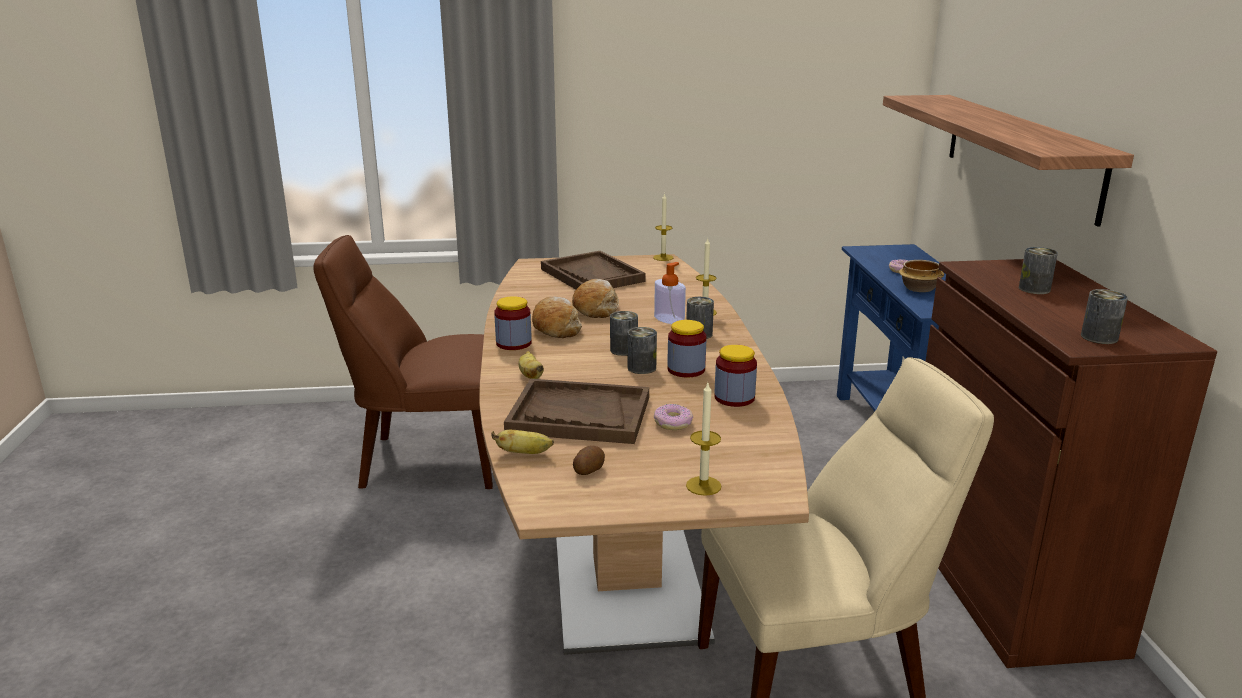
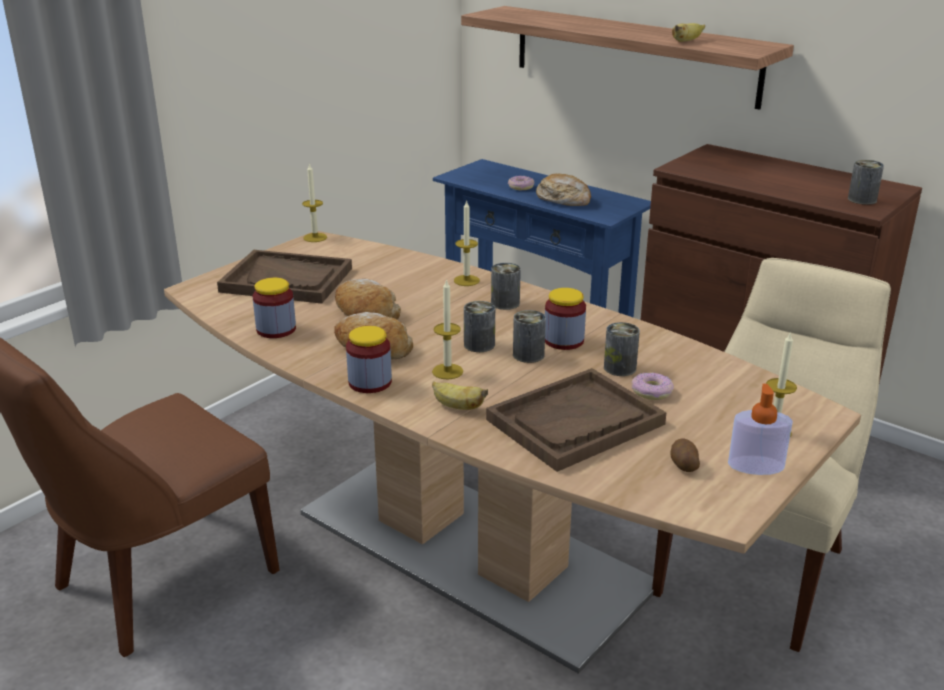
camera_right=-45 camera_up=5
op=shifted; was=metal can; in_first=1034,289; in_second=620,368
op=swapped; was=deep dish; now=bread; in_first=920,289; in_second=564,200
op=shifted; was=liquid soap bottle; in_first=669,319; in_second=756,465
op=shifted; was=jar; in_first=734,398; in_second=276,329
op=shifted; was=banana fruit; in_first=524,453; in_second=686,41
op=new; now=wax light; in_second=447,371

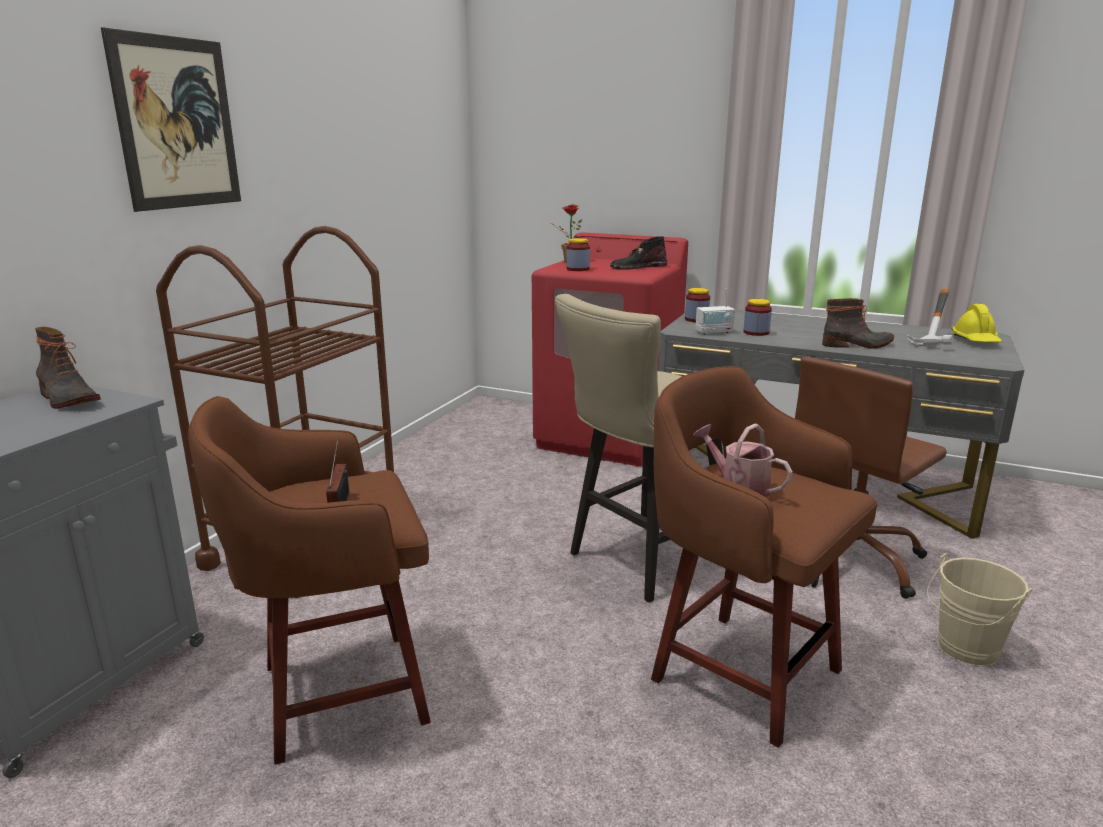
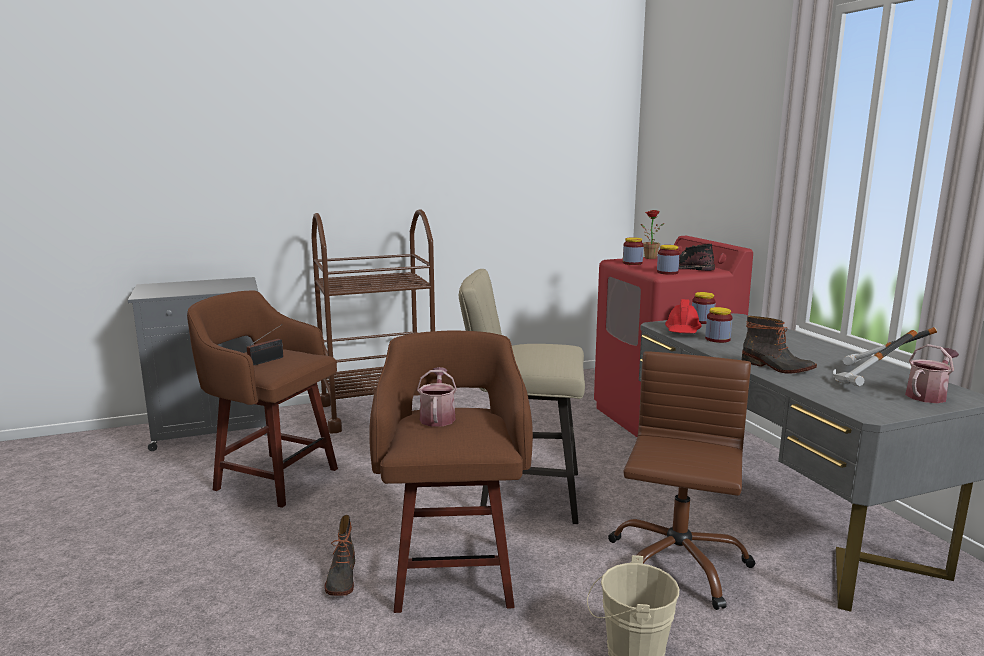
camera_right=45 camera_up=-5
op=gone; was=wall picture; in_first=177,123
op=swapped; was=radio receiver; now=work helmet (red); in_first=714,332; in_second=682,331
op=swapped; was=work helmet (yellow-coloured); now=watering can; in_first=975,340; in_second=928,395
op=shifted; was=tall boot; in_first=67,399; in_second=341,578
op=rotated; was=desk chair (brown-coloured); in_first=850,560; in_second=676,564; clockwise=105
op=new; now=jar; in_second=667,272
op=new; now=hammer; in_second=879,372

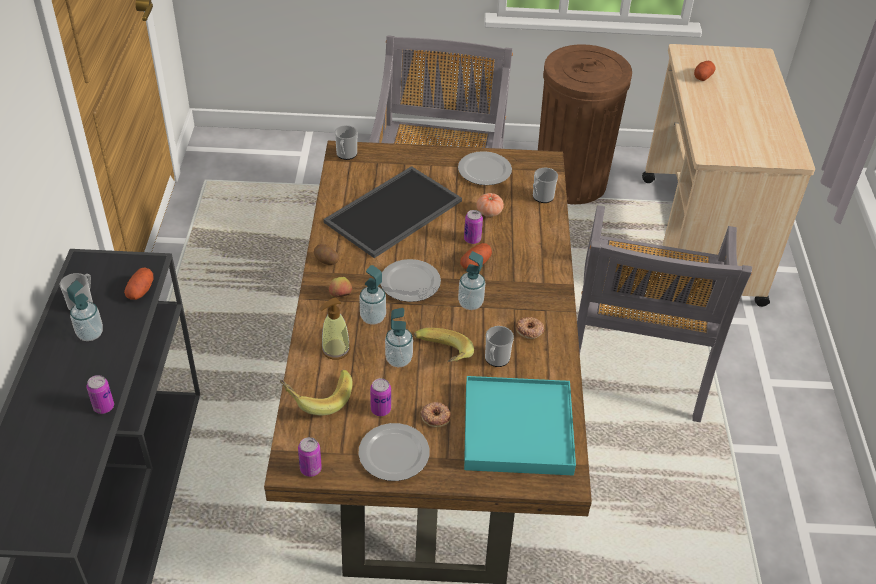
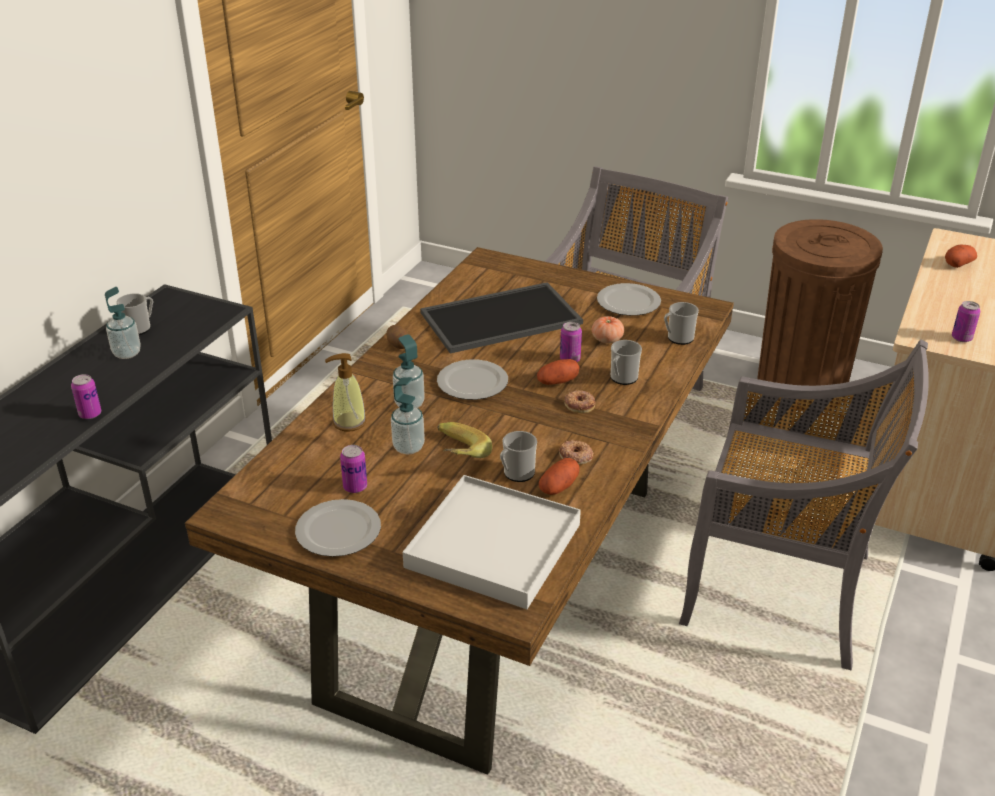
camera_right=25 camera_up=-10
op=shifted; was=coffee mug; in_first=346,155; in_second=622,379
op=rotated; was=plain chair (grey); in_first=635,365; in_second=781,590; clockwise=-105
op=gone; was=liquid soap bottle; in_first=470,303
op=shifted; was=whole potato; in_first=140,291; in_second=559,487
op=gone; was=apple; in_first=340,296
op=gone; was=banana fruit; in_first=317,398
op=repainted; was=carrying tray (turquoise); now=carrying tray (white-coloured); in_first=517,429; in_second=493,546
op=shifted; was=ring doughnut; in_first=435,416; in_second=579,404
op=shifted; was=metal can; in_first=310,469; in_second=961,338

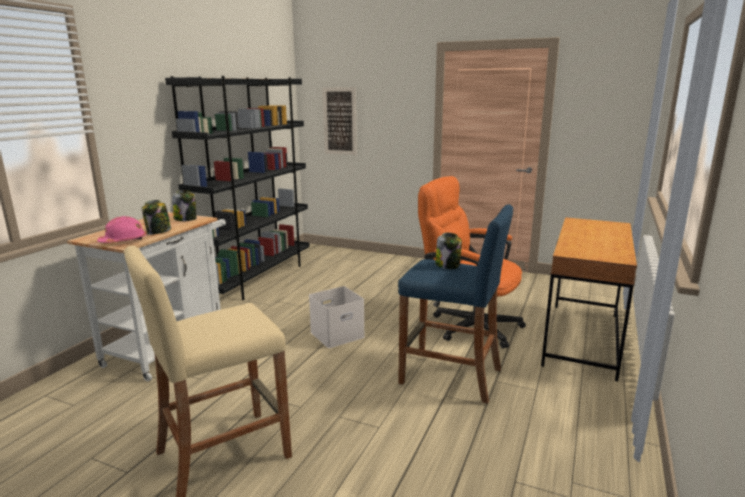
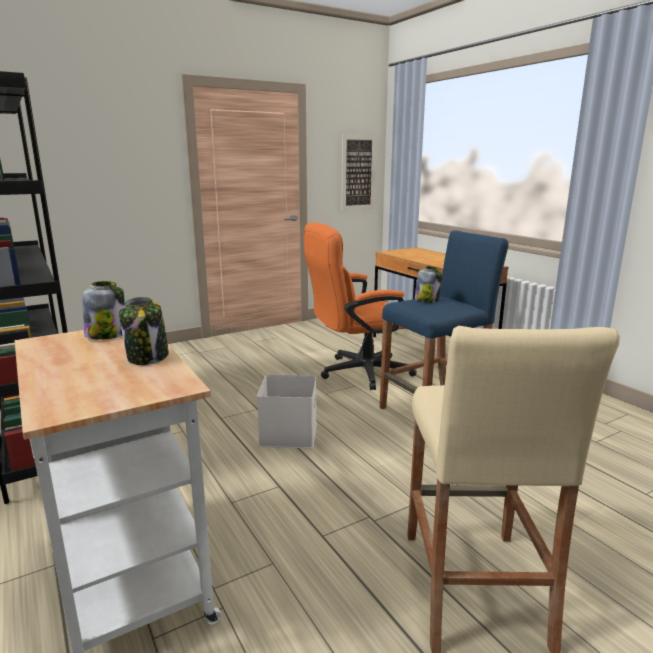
camera_right=-55 camera_up=0
op=shifted; was=wall picture; in_first=339,121; in_second=358,173
op=gone; was=work helmet (pink); in_first=123,241

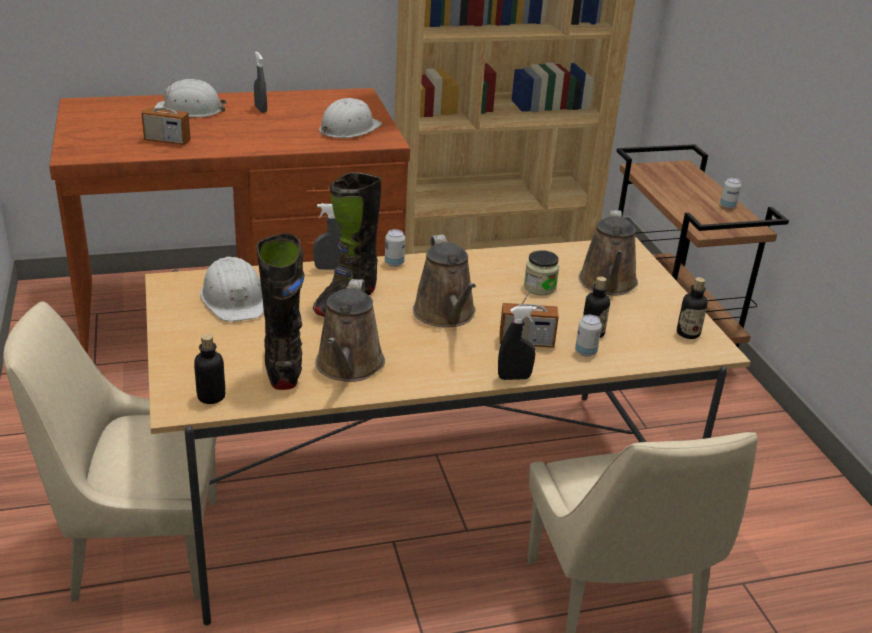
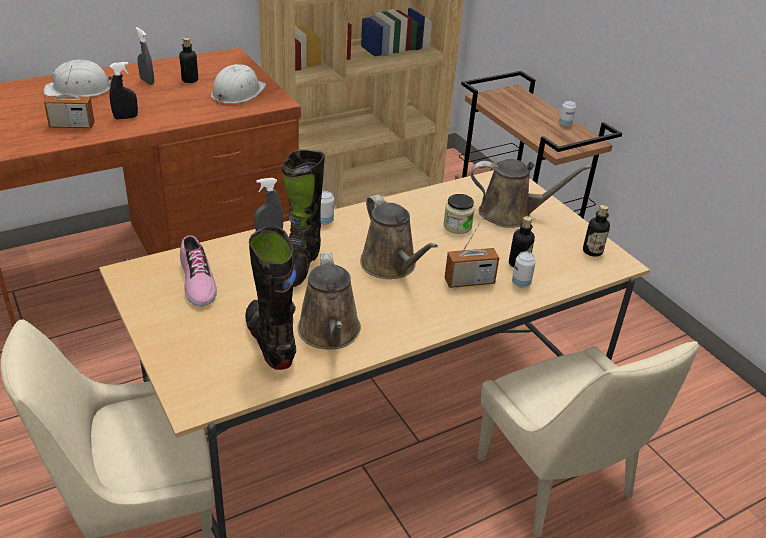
camera_right=-15 camera_up=5
op=rotated; was=watering can (brown-coloured); in_first=608,284; in_second=510,214; clockwise=-75
op=swapped; was=work helmet (white-coloured); now=item of footwear; in_first=234,299; in_second=196,281
op=shifted; was=sprayer (blackish); in_first=514,377; in_second=126,117
op=shifted; was=drink bottle; in_first=211,397; in_second=190,80

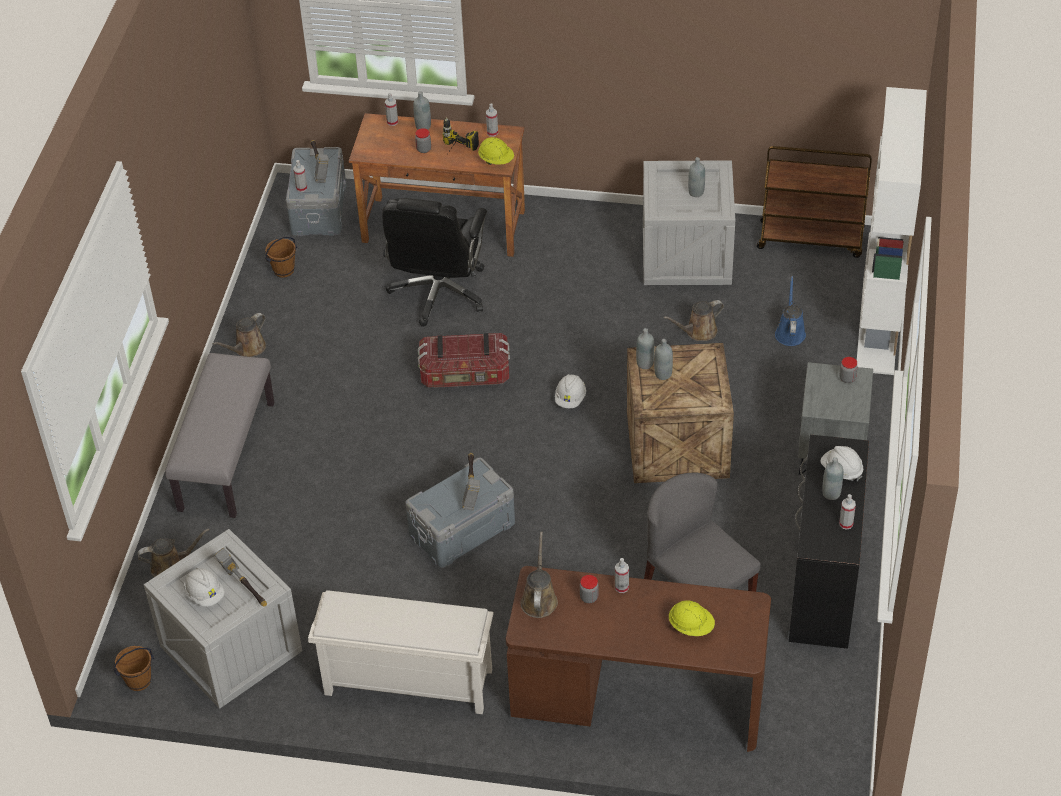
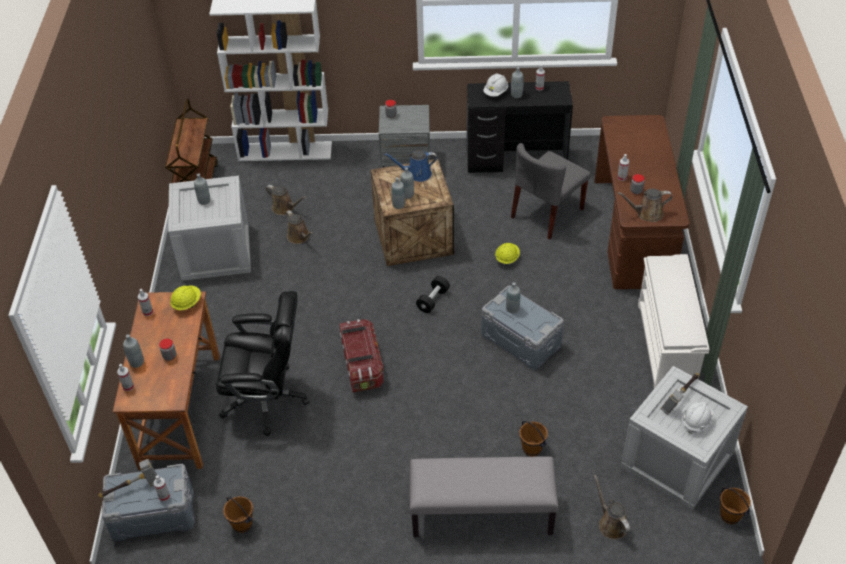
camera_right=-100 camera_up=0
op=gone; was=electric drill; in_first=455,153
op=shifted; was=watering can (blue-coloured); in_first=790,332; in_second=416,174
op=shifted; was=watering can (brown-coloured); in_first=248,349; in_second=284,208
op=gone; was=work helmet (white-coloured); in_first=570,398
op=swapped; was=hammer; now=drink bottle (grey); in_first=471,487; in_second=512,309
op=shifted; was=work helmet (yellow-coloured); in_first=691,627; in_second=507,258
op=new; now=hand weight (blackish); in_second=433,300
op=new; now=water bucket (brown-coloured); in_second=531,449

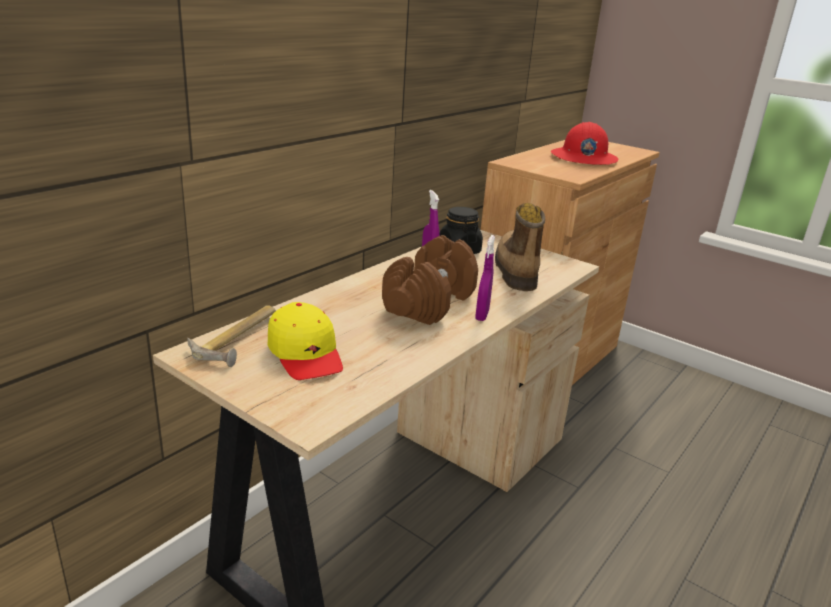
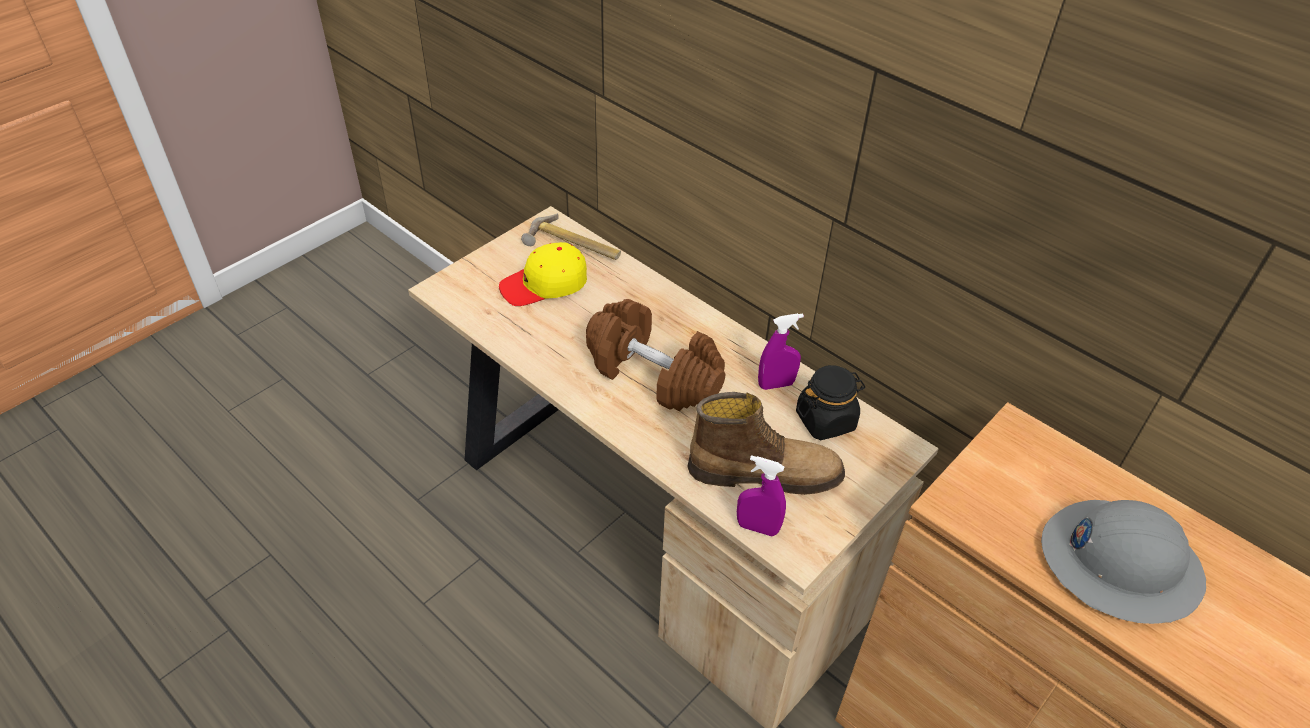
camera_right=95 camera_up=20
op=repainted; was=work helmet (red); now=work helmet (grey); in_first=583,158; in_second=1119,562
op=shifted; was=sprayer (purple); in_first=482,315; in_second=757,528

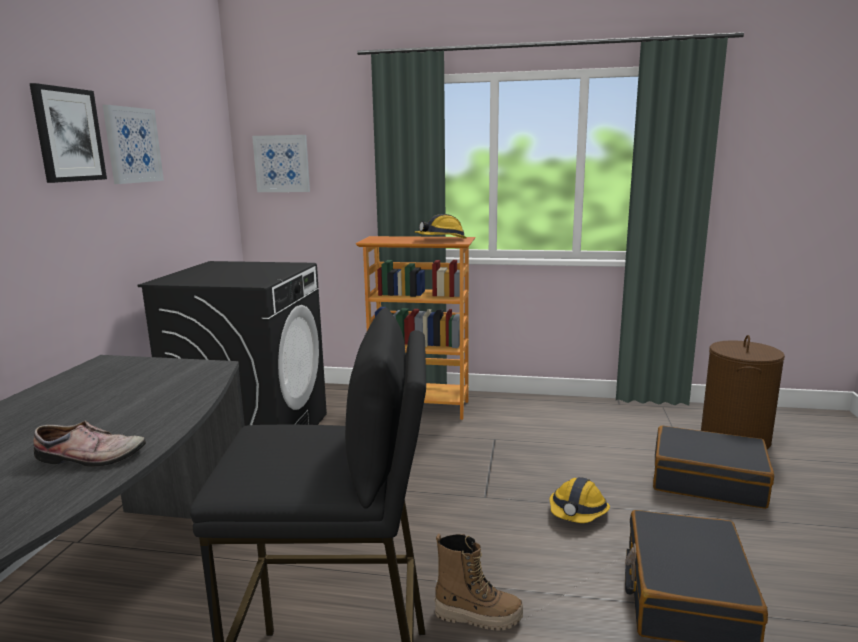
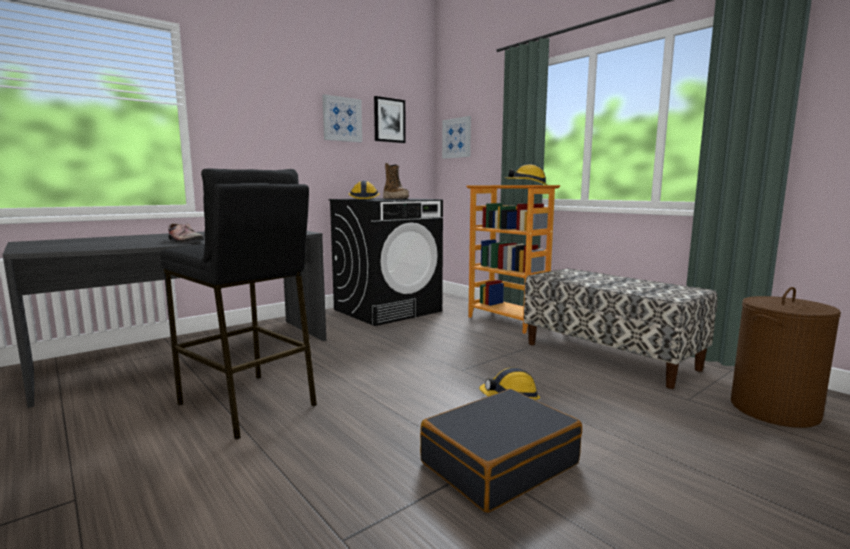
camera_right=40 camera_up=-5
op=shifted; was=wall picture; in_first=68,135; in_second=389,120
op=gone; was=piece of luggage (blackish); in_first=707,480
op=shifted; was=tall boot; in_first=478,615; in_second=395,198
op=new; now=work helmet; in_second=364,198
op=new; now=long seat; in_second=609,356

